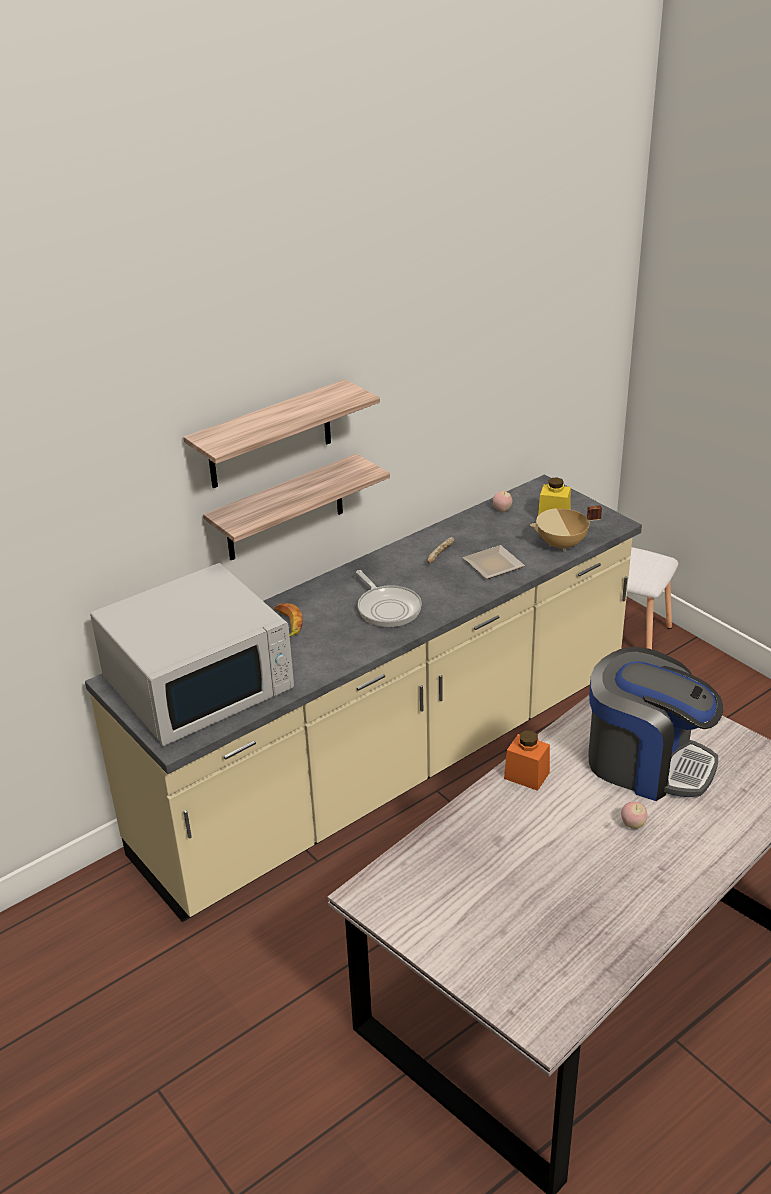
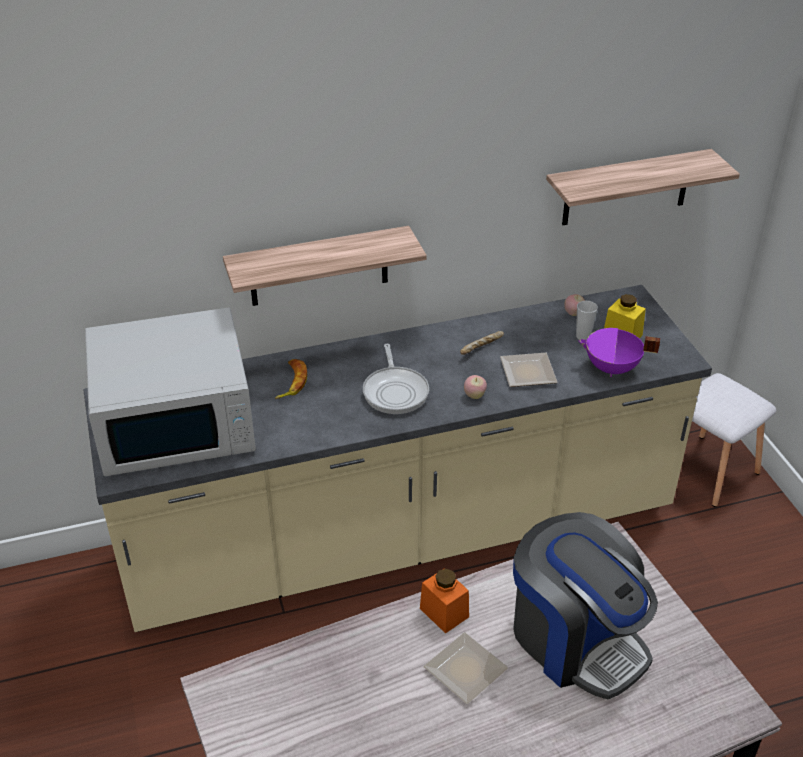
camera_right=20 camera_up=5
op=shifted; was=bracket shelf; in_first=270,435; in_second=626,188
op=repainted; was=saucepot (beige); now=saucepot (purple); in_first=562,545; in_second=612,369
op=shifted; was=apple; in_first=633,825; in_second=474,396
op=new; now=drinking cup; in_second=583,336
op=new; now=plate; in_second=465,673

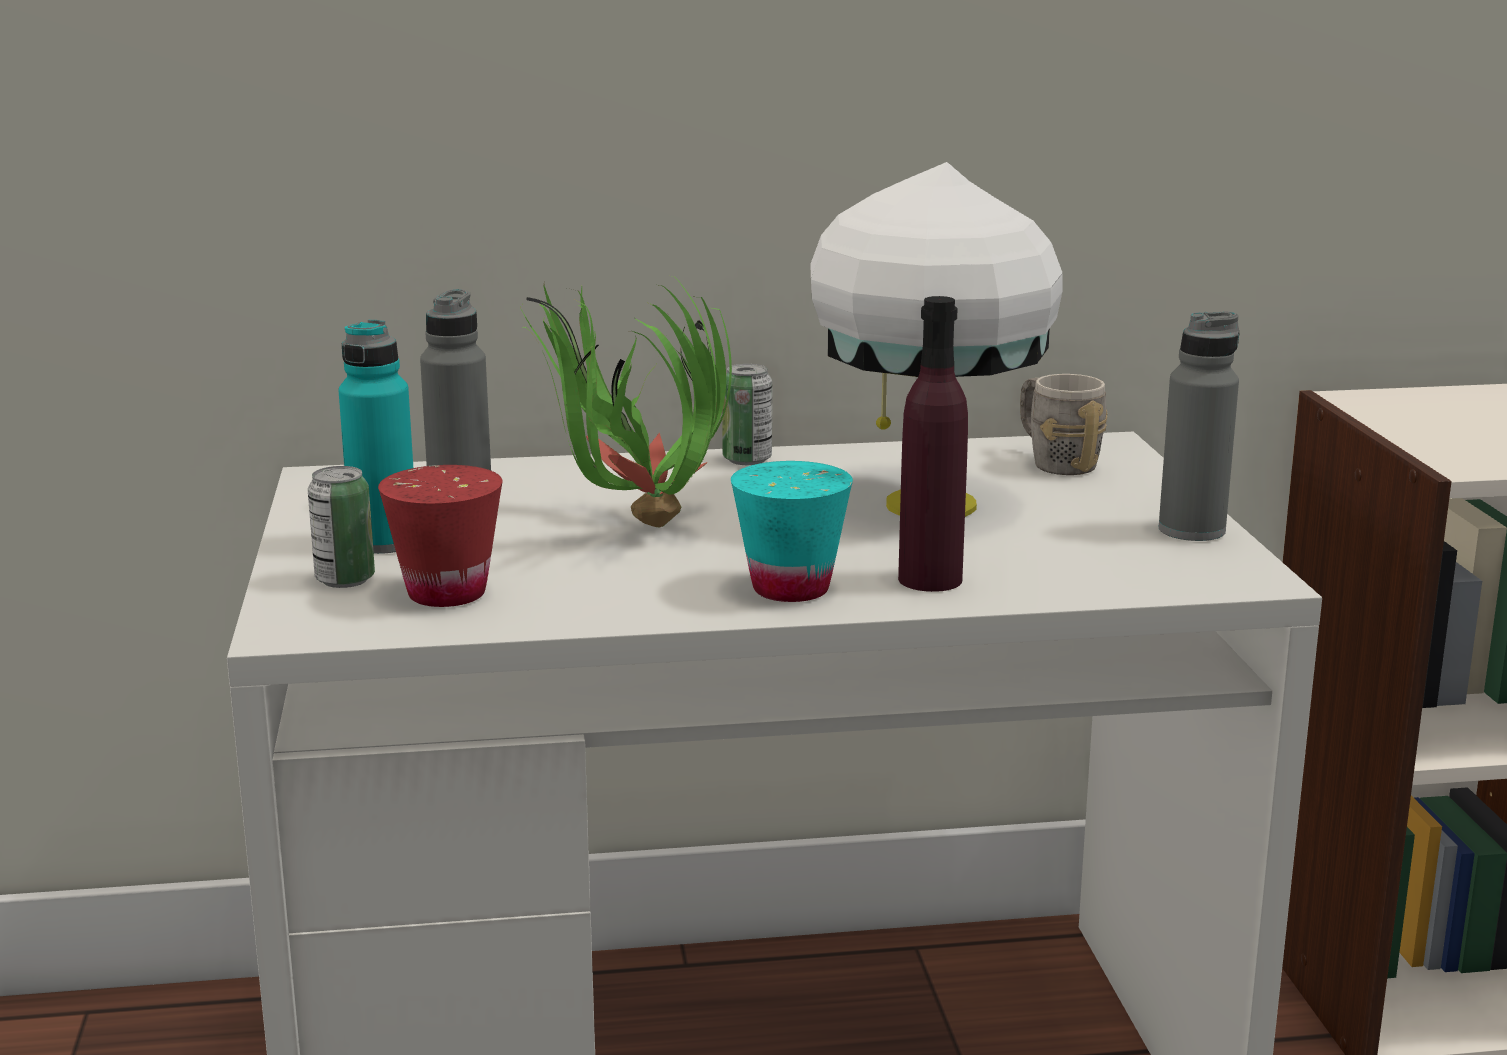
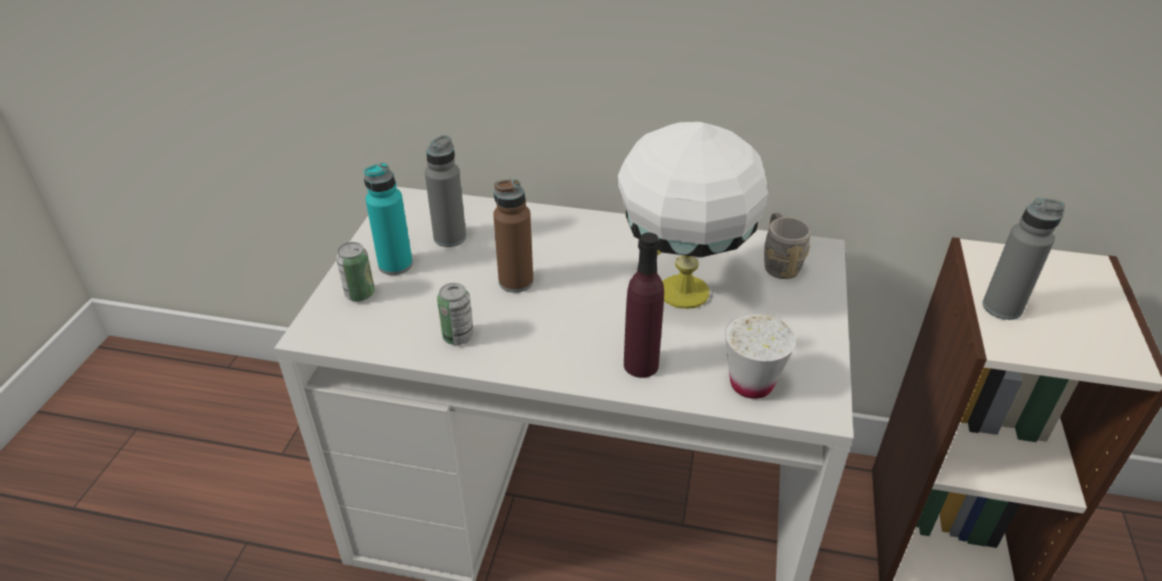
camera_right=20 camera_up=20
op=swapped; was=houseplant; now=drink bottle (brown-coloured); in_first=631,531; in_second=516,282
op=shifted; was=drink bottle (grey); in_first=1191,530; in_second=1002,307
op=shifted; was=metal can; in_first=747,459; in_second=458,336
op=gone; was=drinking cup (turquoise); in_first=790,589
op=gone; was=drinking cup (red); in_first=447,594
op=new; now=drinking cup (white-coloured); in_second=751,384

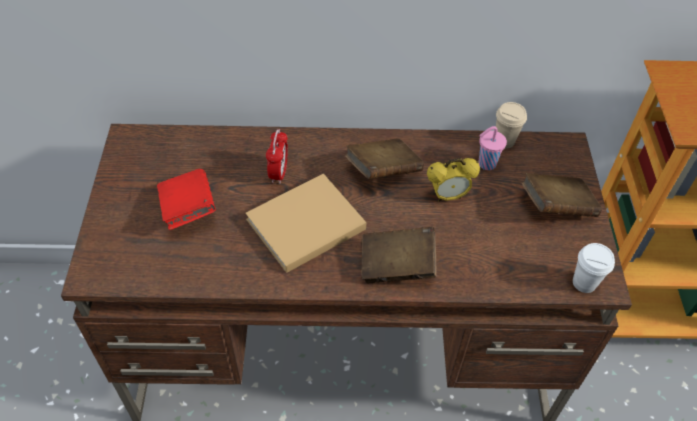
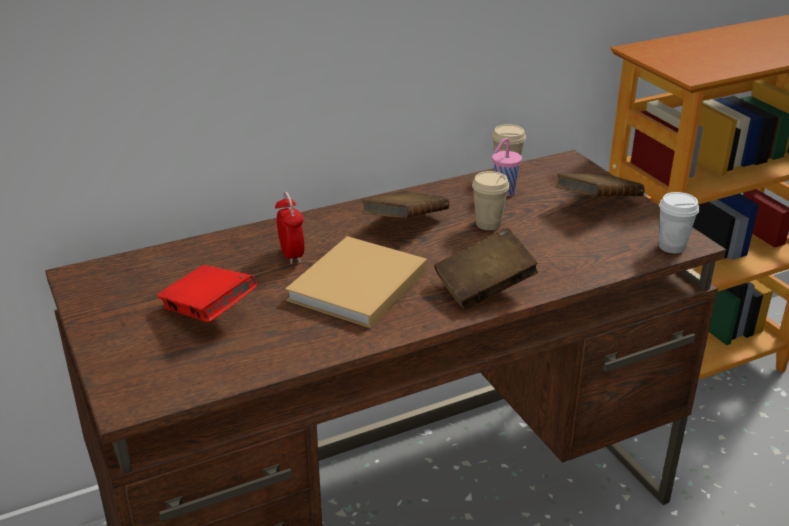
camera_right=-25 camera_up=-20
op=swapped; was=table clock; now=drinking cup (beige); in_first=448,196; in_second=488,224

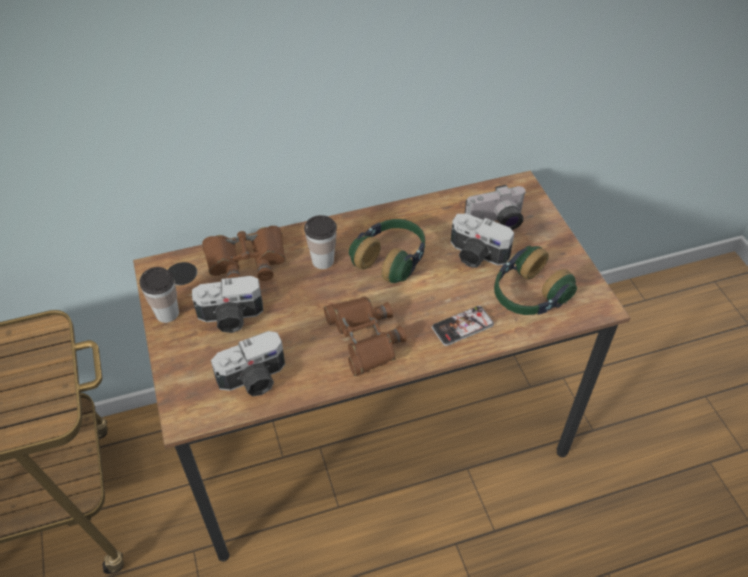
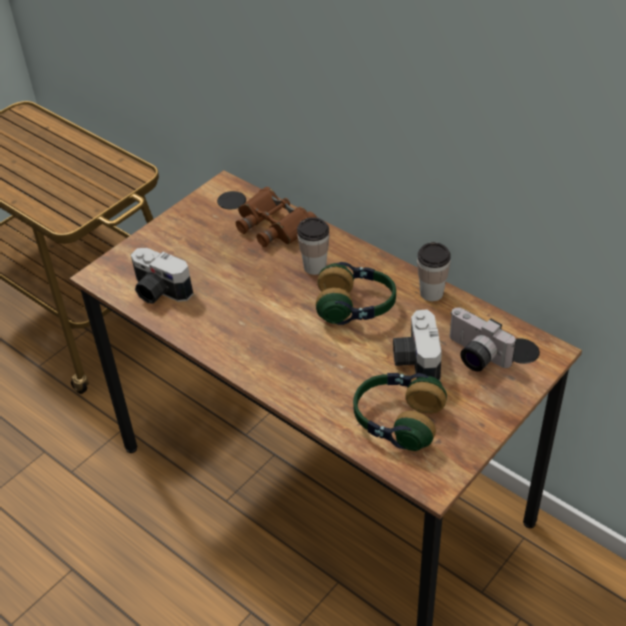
camera_right=60 camera_up=-5
op=shifted; was=drinking cup; in_first=167,313; in_second=431,293
op=gone; was=photo camera; in_first=231,318
op=gone; was=pair of binoculars (brown-coloured); in_first=364,338
op=gone; was=phone; in_first=462,326

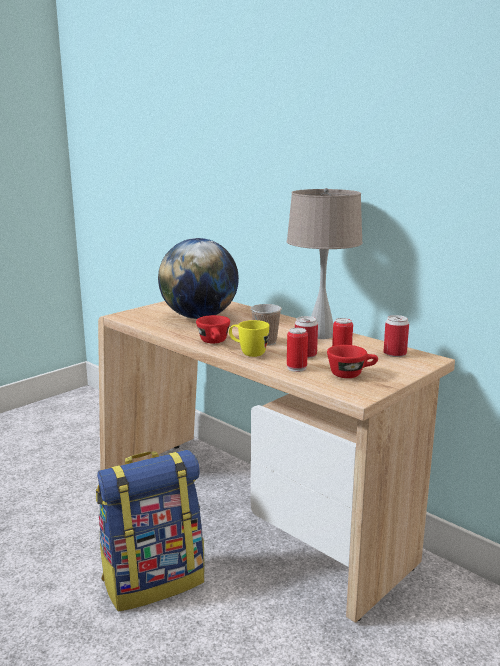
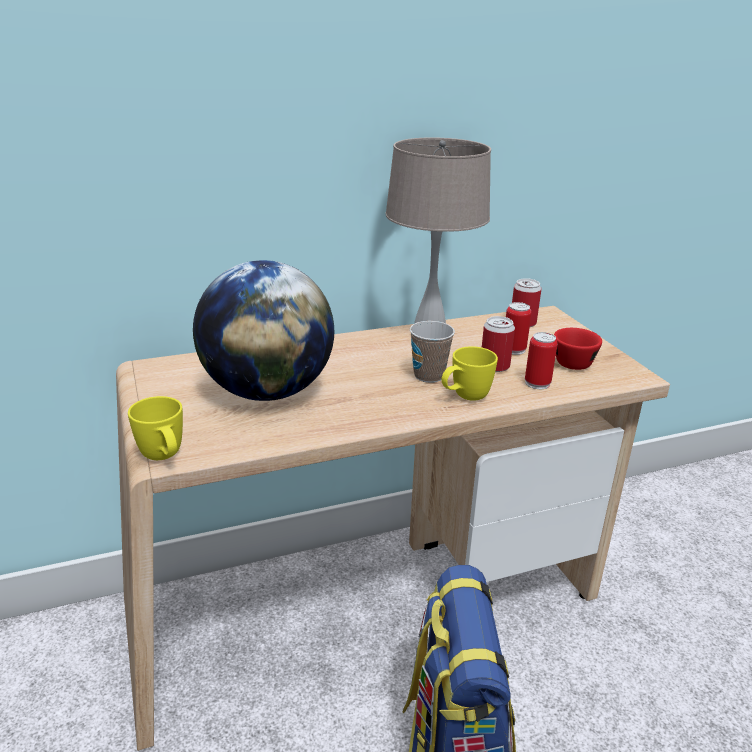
camera_right=-65 camera_up=10
op=gone; was=drinking cup (red); in_first=214,342
op=new; now=coffee mug (yellow-coloured); in_second=164,458

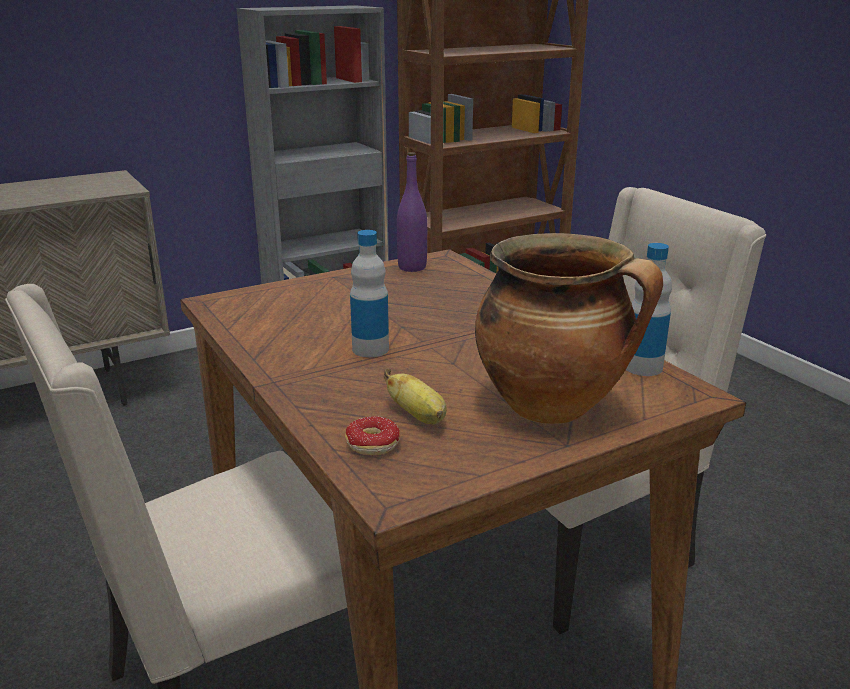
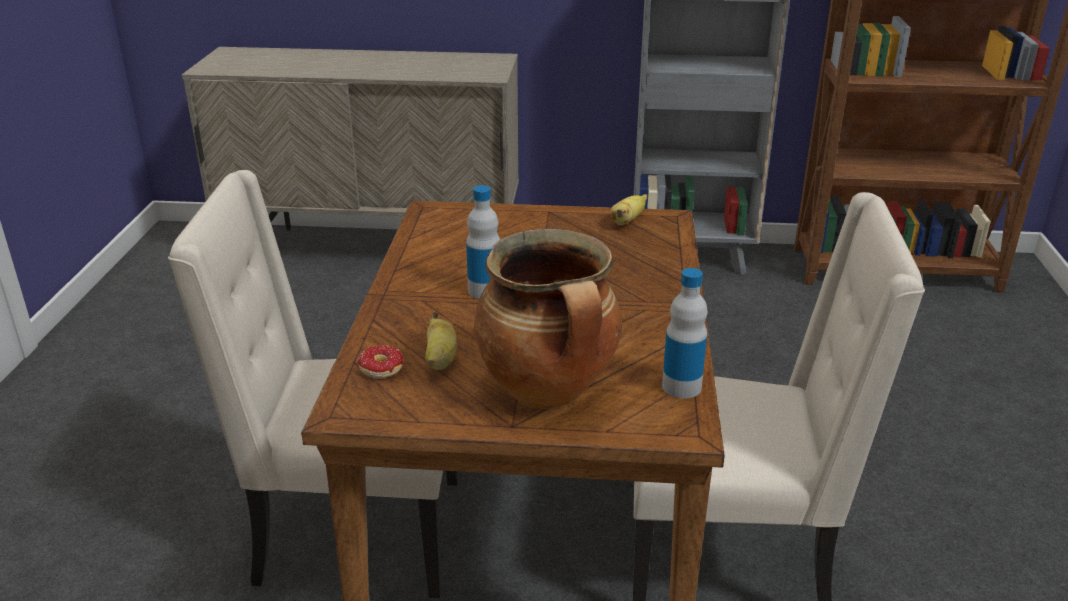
camera_right=35 camera_up=5
op=swapped; was=drink bottle (purple); now=banana fruit; in_first=412,267; in_second=627,221

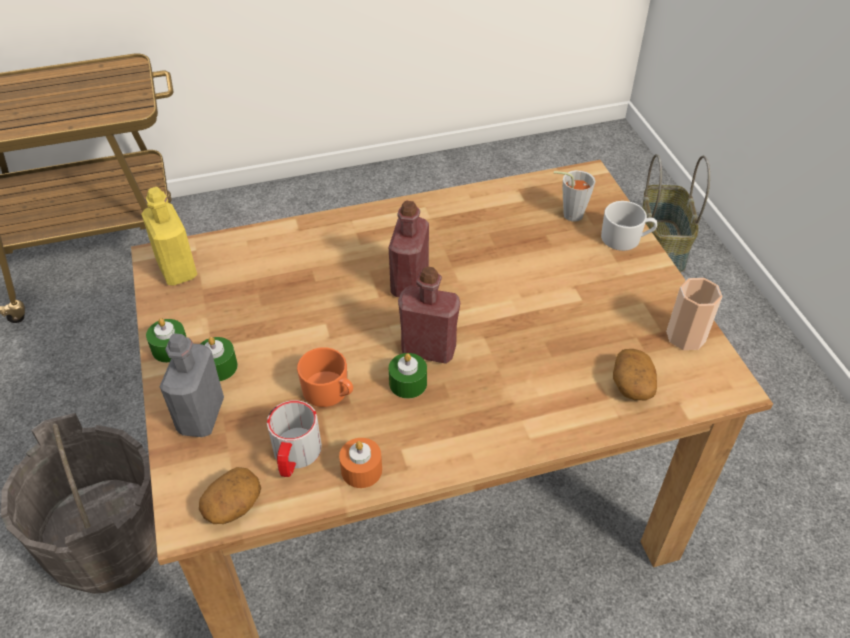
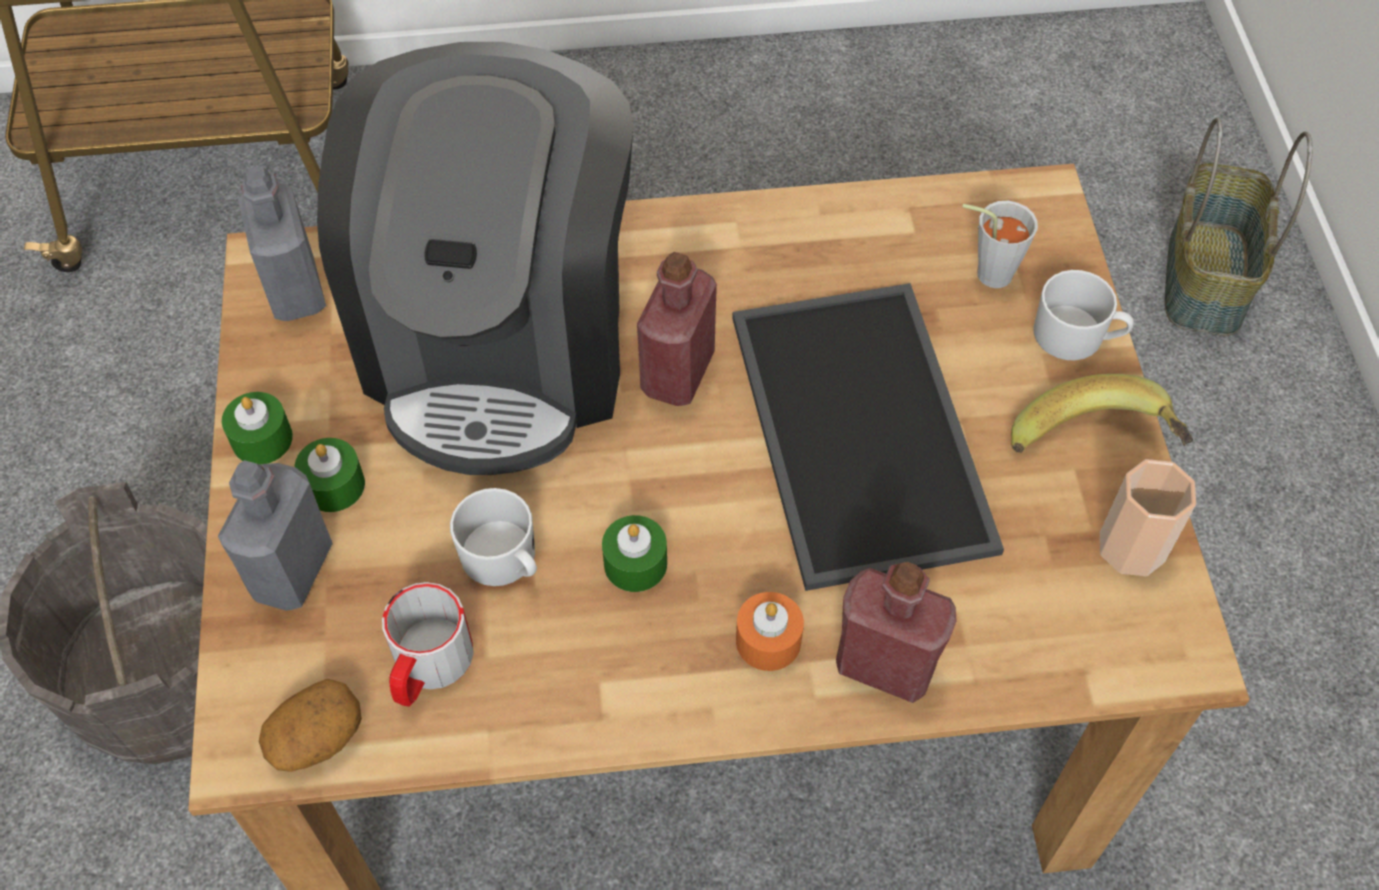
camera_right=10 camera_up=10
op=repainted; was=drink bottle (yellow-coloured); now=drink bottle (grey); in_first=177,270; in_second=295,290
op=shifted; was=drink bottle (red); in_first=428,349; in_second=885,665
op=repainted; was=coffee mug (orange-coloured); now=coffee mug (white-coloured); in_first=330,392; in_second=504,560
op=gone; was=whole potato; in_first=631,384
op=shifted; was=wax light (orange-coloured); in_first=361,470; in_second=768,640
op=new; now=coffee machine; in_second=502,343
op=new; now=carrying tray; in_second=866,433
op=new; now=banana fruit; in_second=1095,450

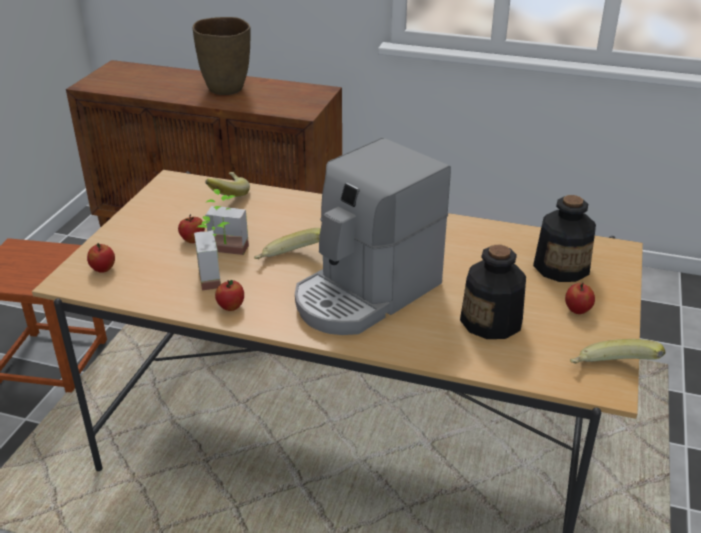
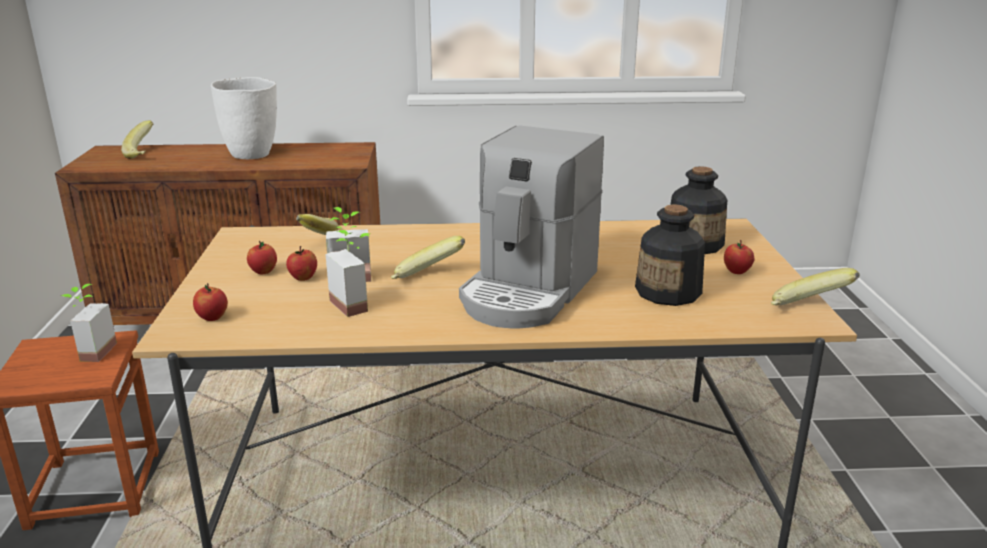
camera_right=-20 camera_up=-10
op=repainted; was=vase (brown-coloured); now=vase (white-coloured); in_first=227,89; in_second=252,154
op=shifted; was=apple; in_first=231,307; in_second=263,272
op=new; now=banana fruit; in_second=144,154
op=new; now=houseplant; in_second=90,352

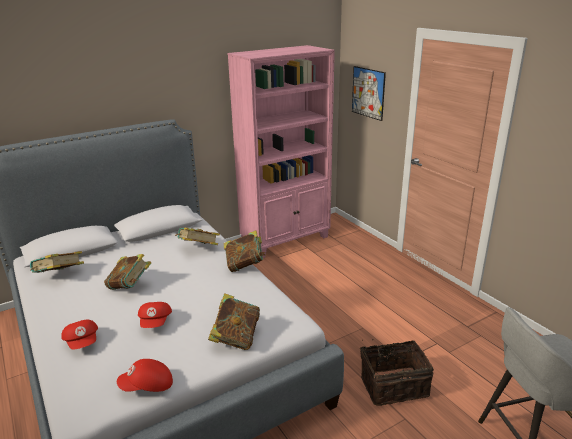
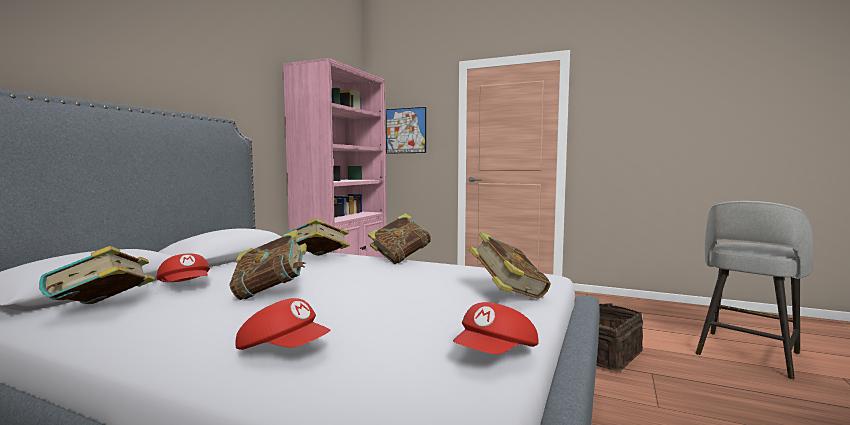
camera_right=-35 camera_up=-20
op=shifted; was=baseball cap (red); in_first=156,322; in_second=186,286

